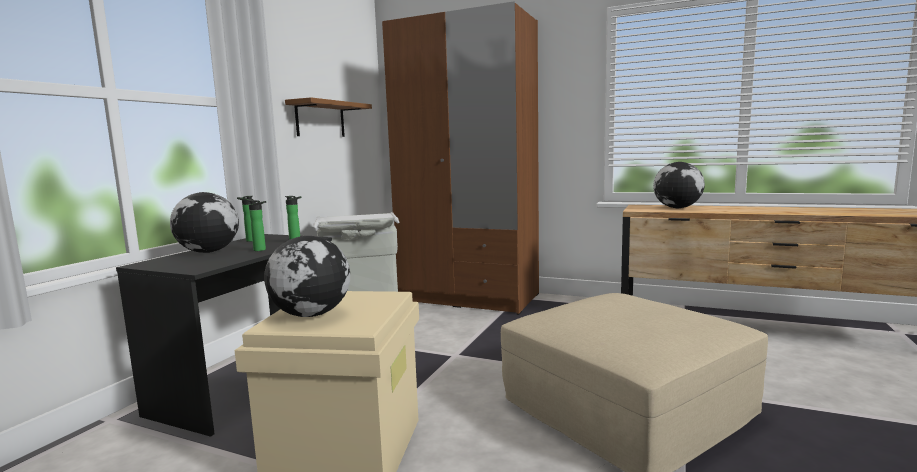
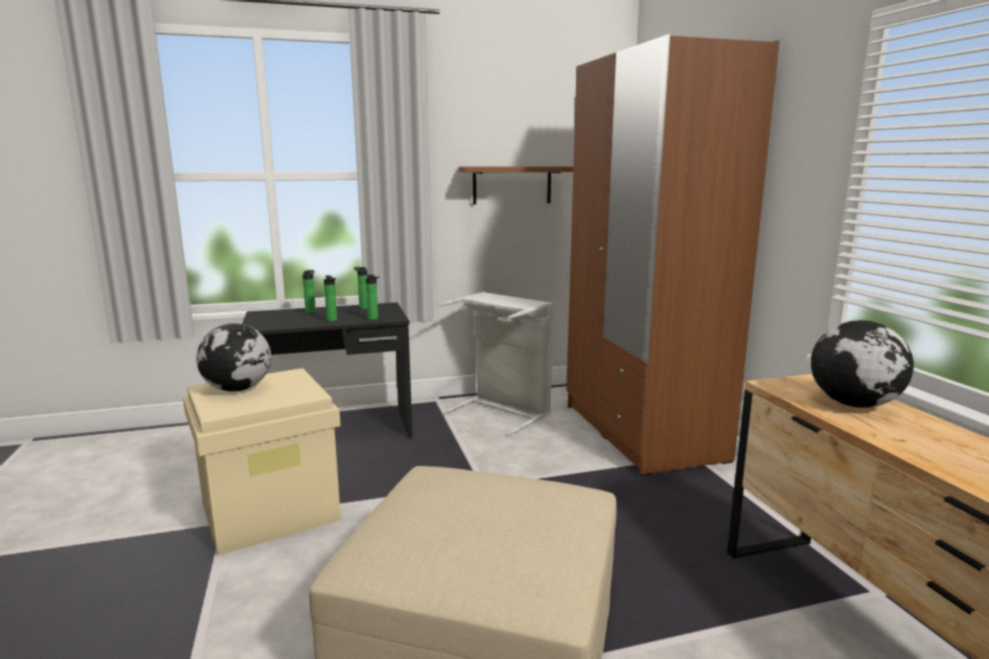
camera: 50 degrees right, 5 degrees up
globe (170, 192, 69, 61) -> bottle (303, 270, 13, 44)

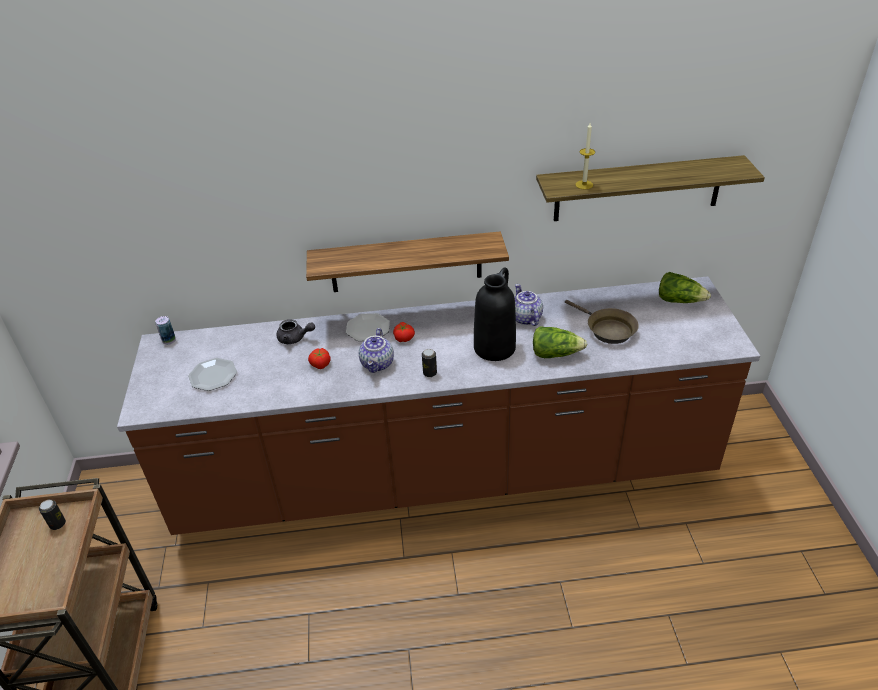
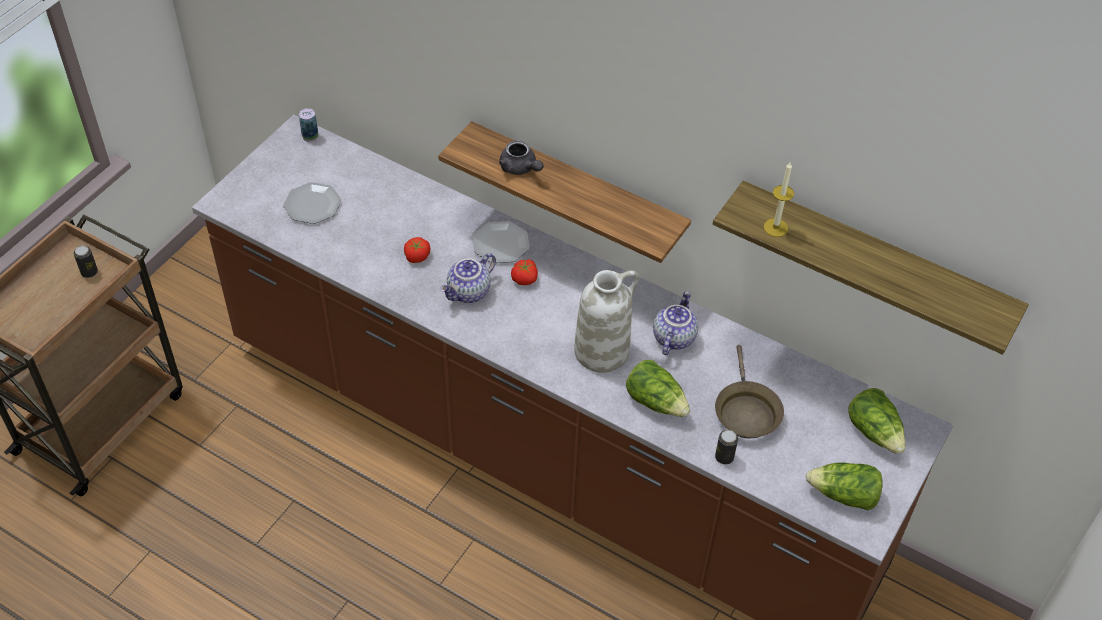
camera: 35 degrees right, 10 degrees up
none -> lettuce (806, 463, 77, 47)
grey teapot (276, 319, 39, 25) -> grey teapot (499, 140, 44, 35), move
can (422, 349, 15, 28) -> can (715, 430, 23, 34), move
black vase (474, 268, 42, 93) -> white vase (574, 270, 65, 103)

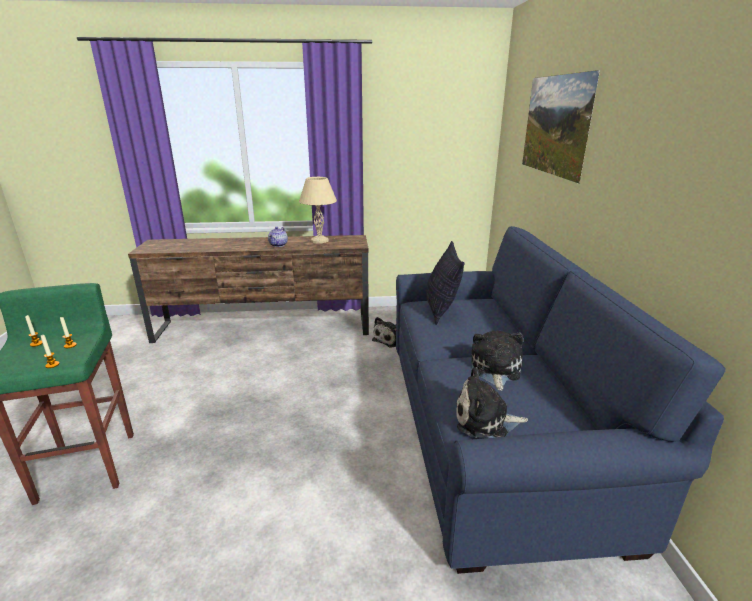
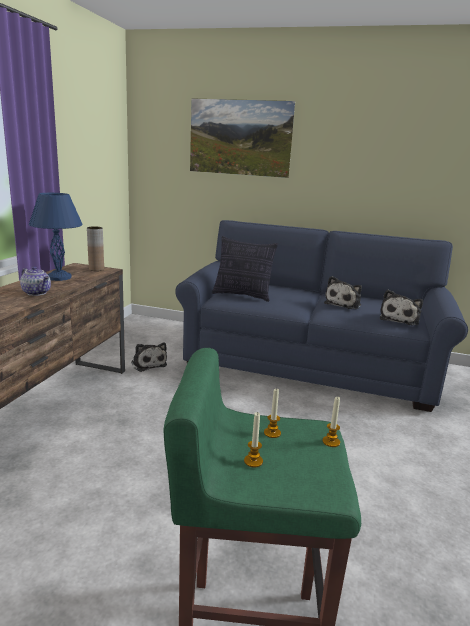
camera: 70 degrees left, 5 degrees down
none -> brown vase (87, 226, 17, 45)
beige table lamp (299, 177, 38, 67) -> blue table lamp (29, 193, 54, 88)
plush toy (471, 331, 52, 60) -> plush toy (324, 276, 38, 33), 90 degrees counterclockwise

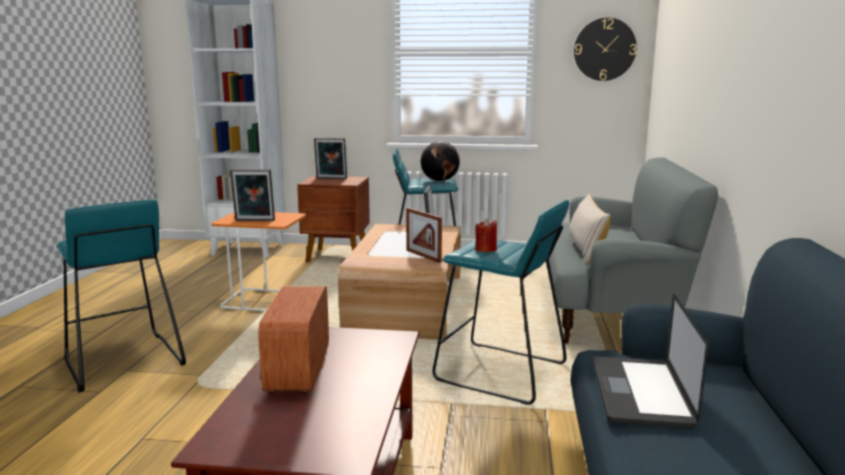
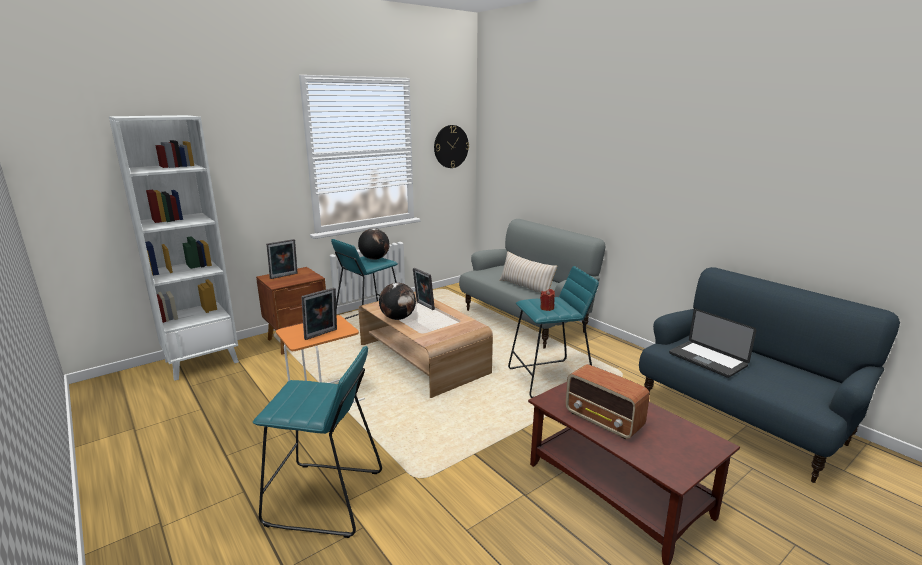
camera: 45 degrees left, 5 degrees up
picture frame (406, 208, 36, 55) -> none
none -> globe (379, 283, 37, 37)

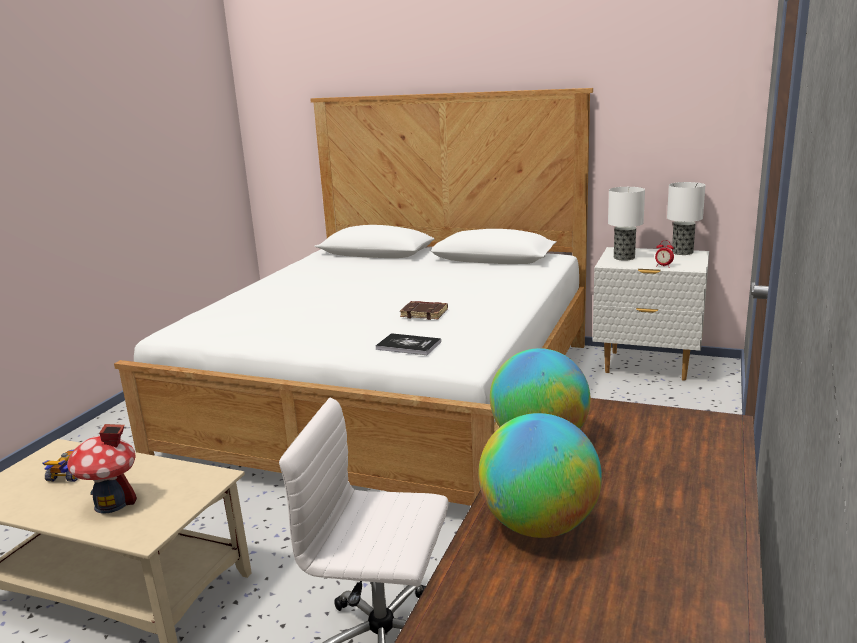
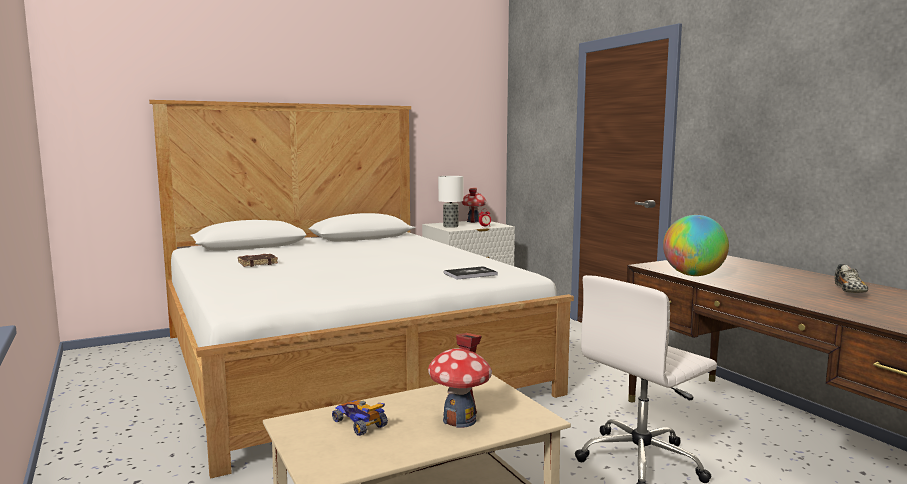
camera: 50 degrees left, 10 degrees down
globe (478, 413, 124, 125) -> none
none -> shoe (835, 264, 33, 29)
brown book (400, 301, 48, 19) -> brown book (238, 254, 40, 13), move
table lamp (667, 182, 38, 73) -> toy house (461, 188, 25, 35)

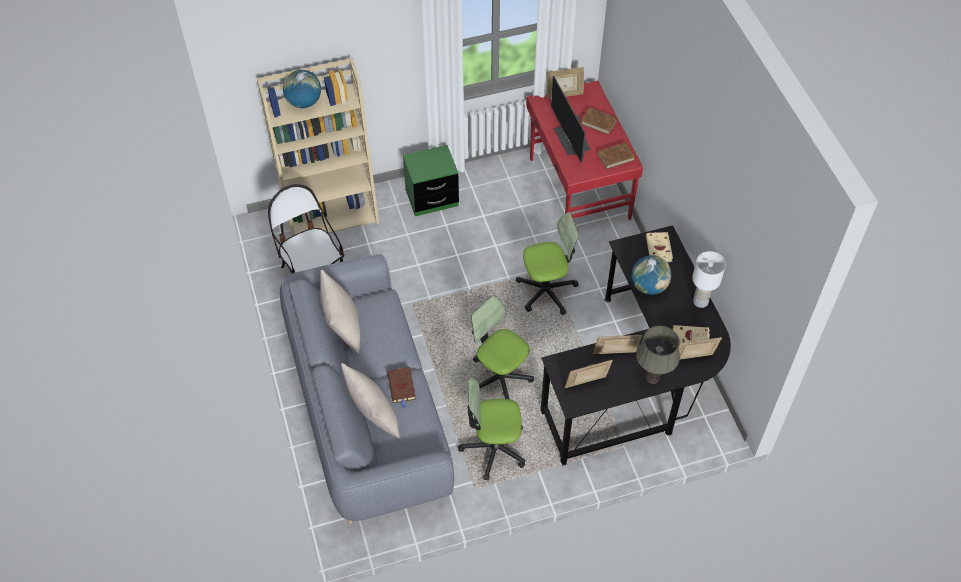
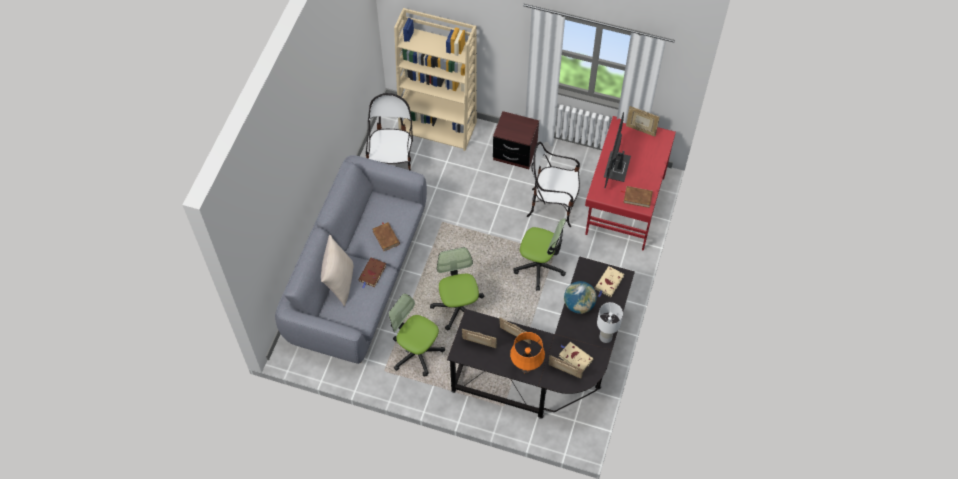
camera: 35 degrees right, 5 degrees up
globe (283, 70, 38, 38) -> none
beige pillow (320, 270, 40, 84) -> none
none -> chair (527, 142, 53, 85)
brown book (581, 107, 36, 28) -> brown book (373, 222, 27, 29), move
green nightstand (403, 145, 56, 71) -> brown nightstand (493, 111, 46, 58)
grey table lamp (636, 326, 44, 58) -> orange table lamp (510, 332, 35, 42)

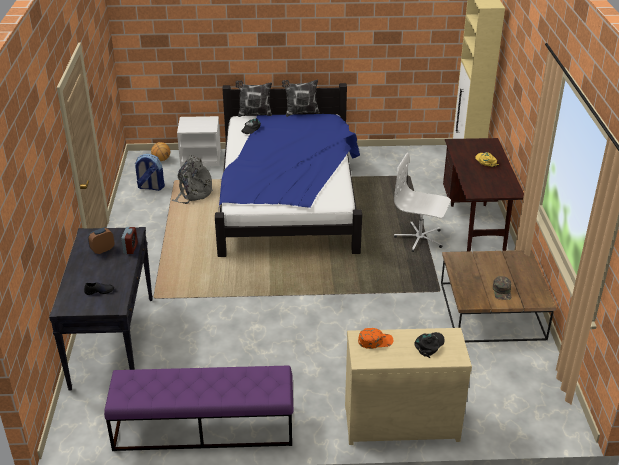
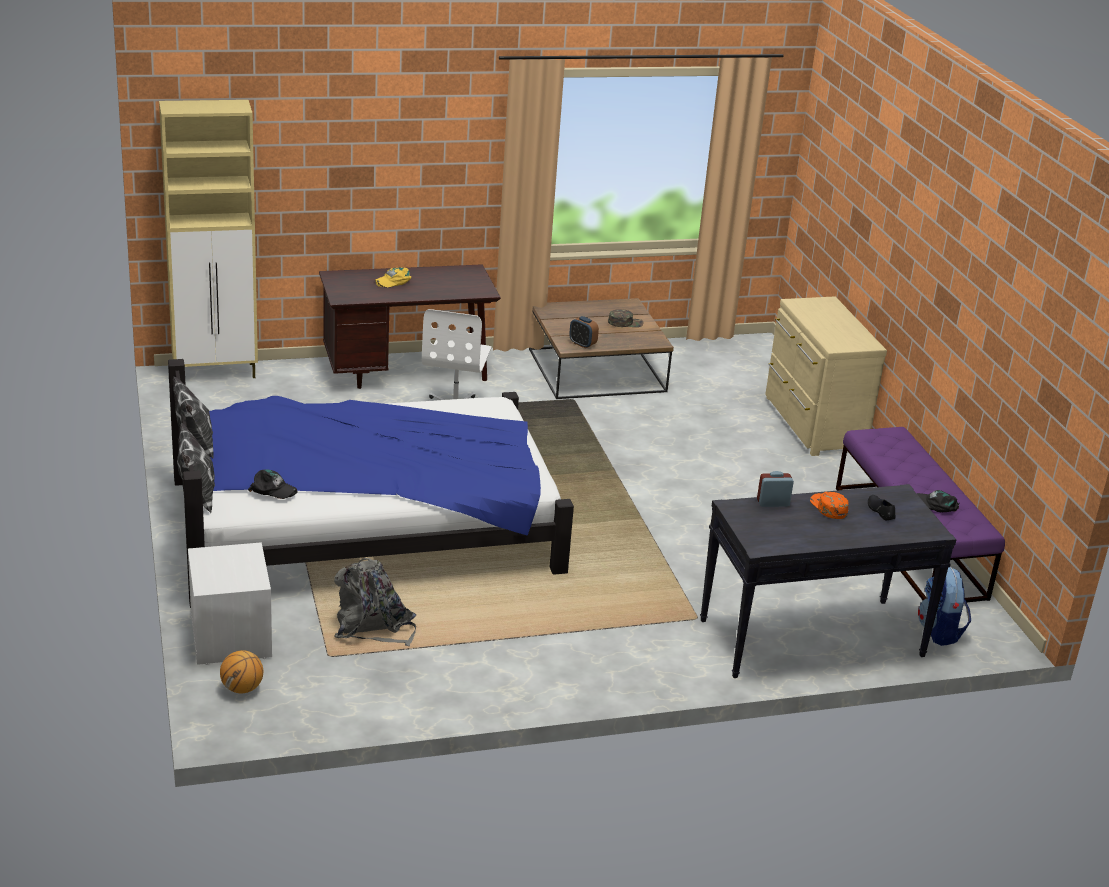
camera: 105 degrees left, 5 degrees down
alarm clock (88, 227, 27, 27) -> alarm clock (569, 316, 30, 33), move
backpack (134, 154, 31, 37) -> backpack (918, 567, 53, 79), move
orange cap (358, 328, 35, 21) -> orange cap (810, 492, 39, 27), move
black cap (414, 332, 31, 26) -> black cap (917, 490, 43, 22), move

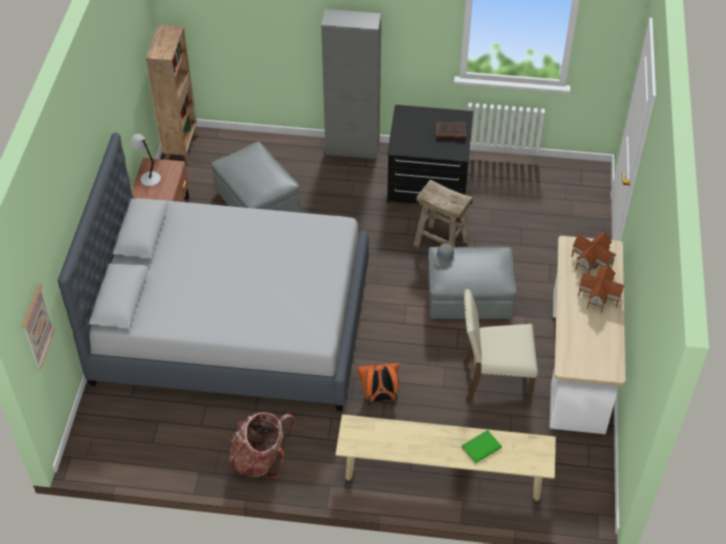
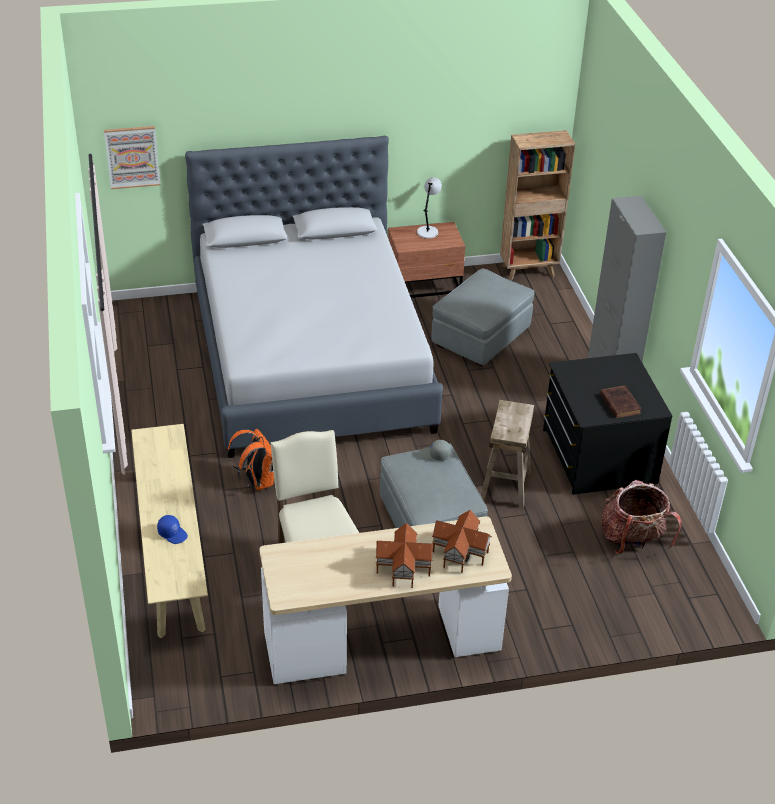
camera: 70 degrees right, 10 degrees down
backpack (229, 412, 65, 66) -> backpack (601, 480, 81, 74), move
green book (462, 430, 40, 33) -> blue cap (157, 515, 31, 29)

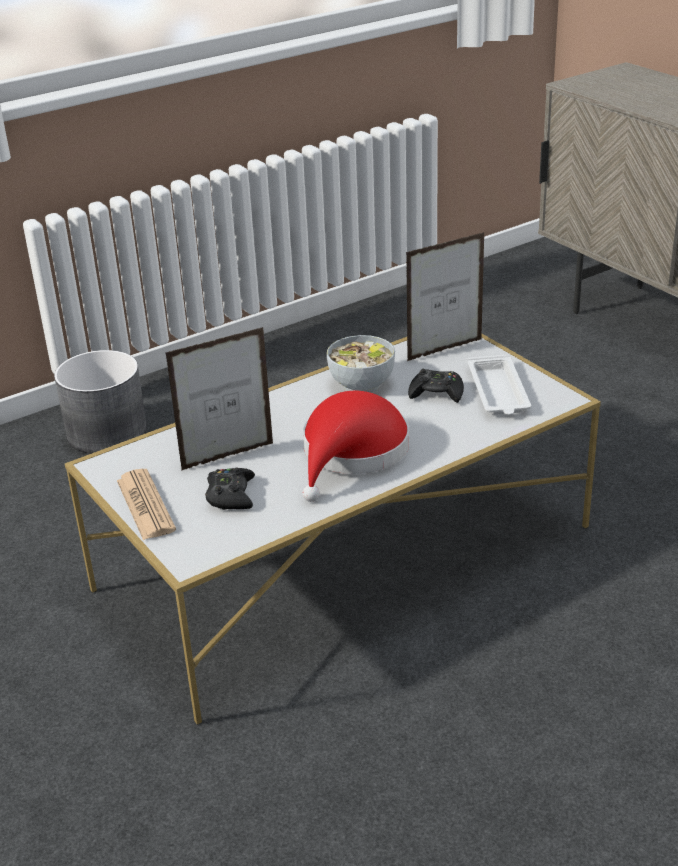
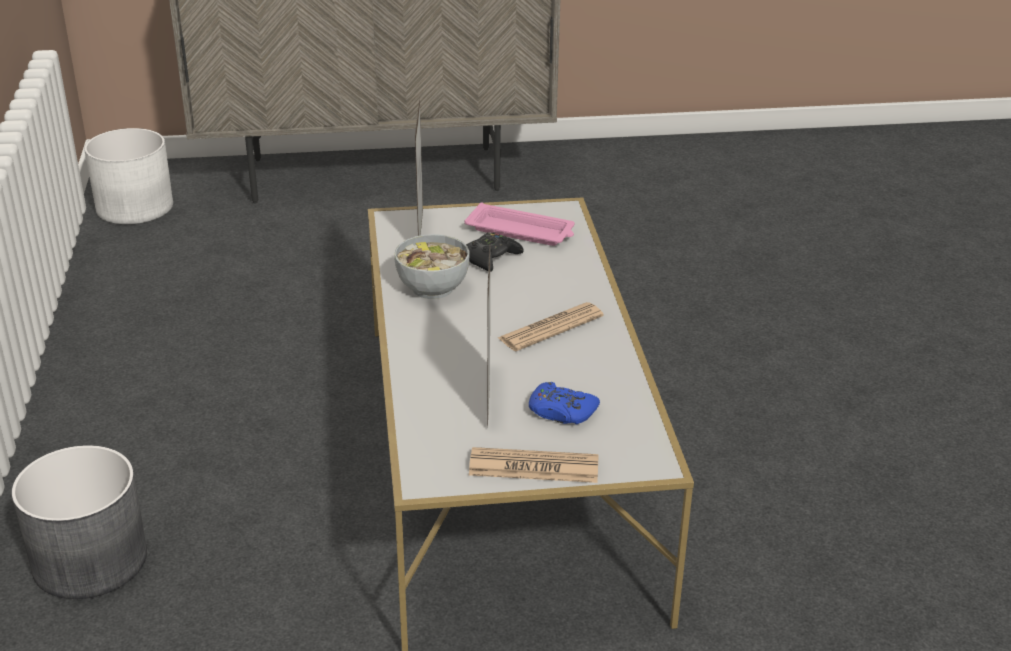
camera: 65 degrees left, 0 degrees up
none -> white planter (84, 128, 89, 96)
red hat (303, 391, 107, 111) -> newspaper (498, 302, 106, 49)
black game controller (205, 467, 50, 43) -> blue game controller (529, 382, 71, 42)
white tray (467, 355, 64, 60) -> pink tray (464, 202, 111, 44)

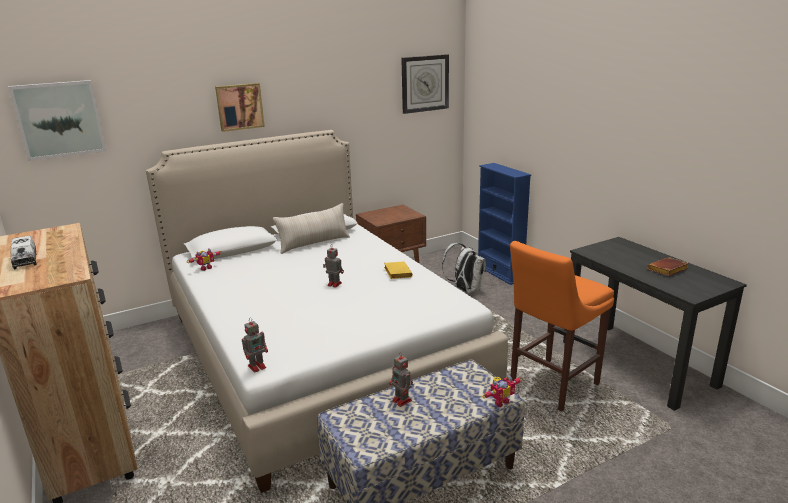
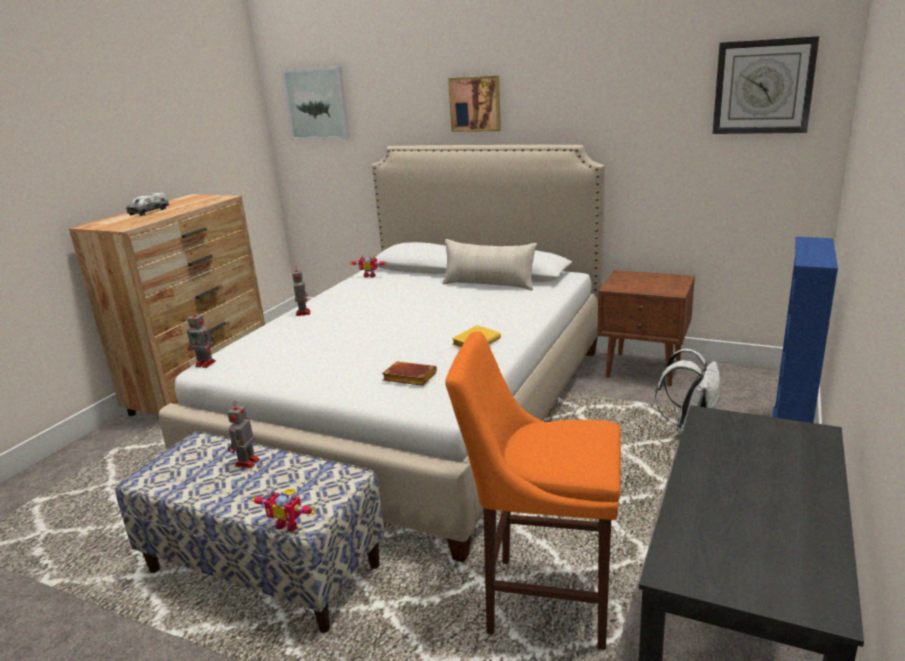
camera: 55 degrees right, 0 degrees up
toy robot (323, 244, 21, 44) -> toy robot (292, 269, 18, 47), move
brown book (647, 257, 42, 19) -> brown book (382, 362, 55, 24), move

